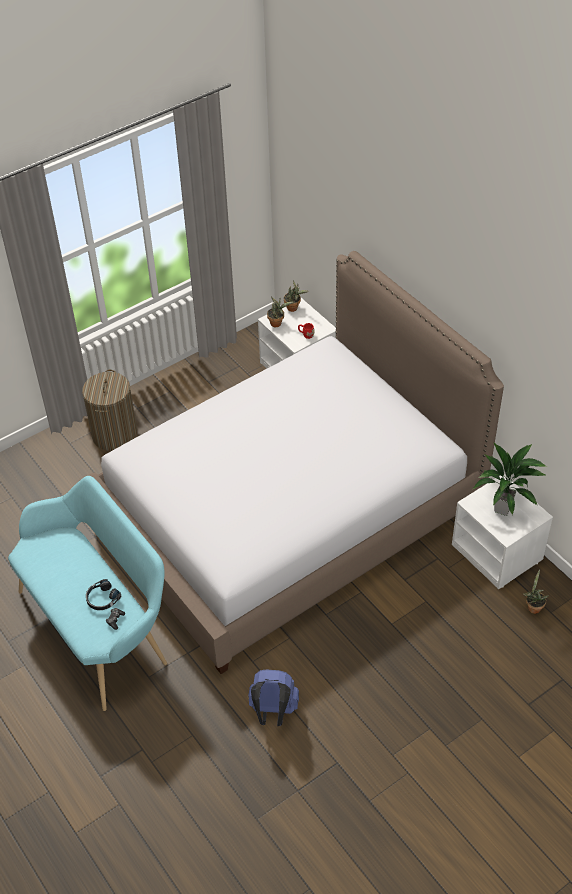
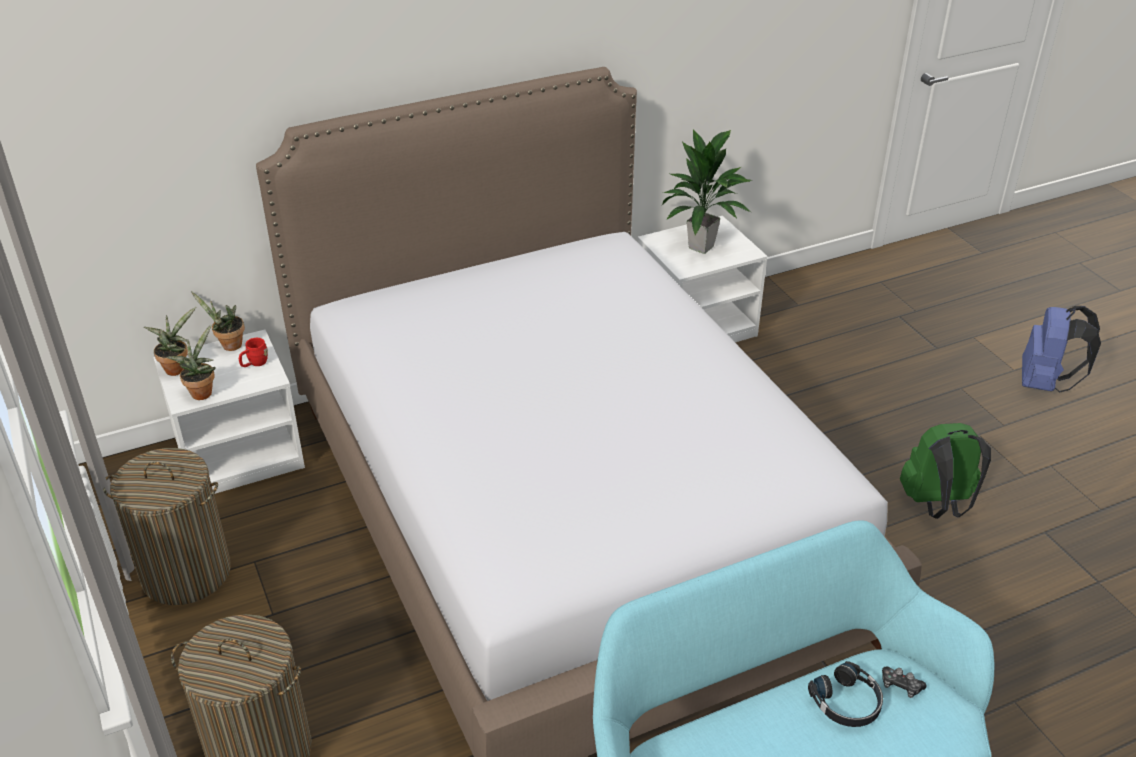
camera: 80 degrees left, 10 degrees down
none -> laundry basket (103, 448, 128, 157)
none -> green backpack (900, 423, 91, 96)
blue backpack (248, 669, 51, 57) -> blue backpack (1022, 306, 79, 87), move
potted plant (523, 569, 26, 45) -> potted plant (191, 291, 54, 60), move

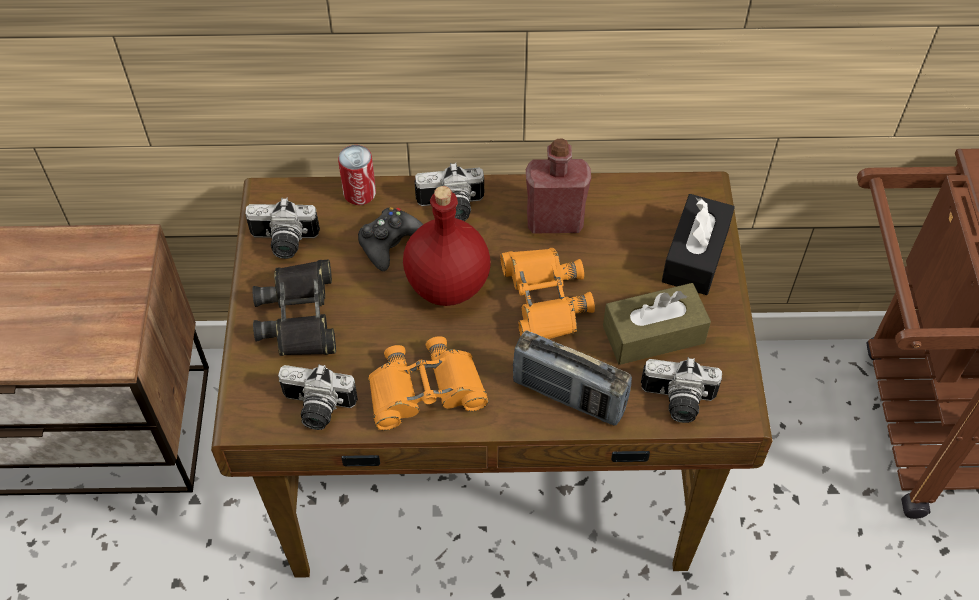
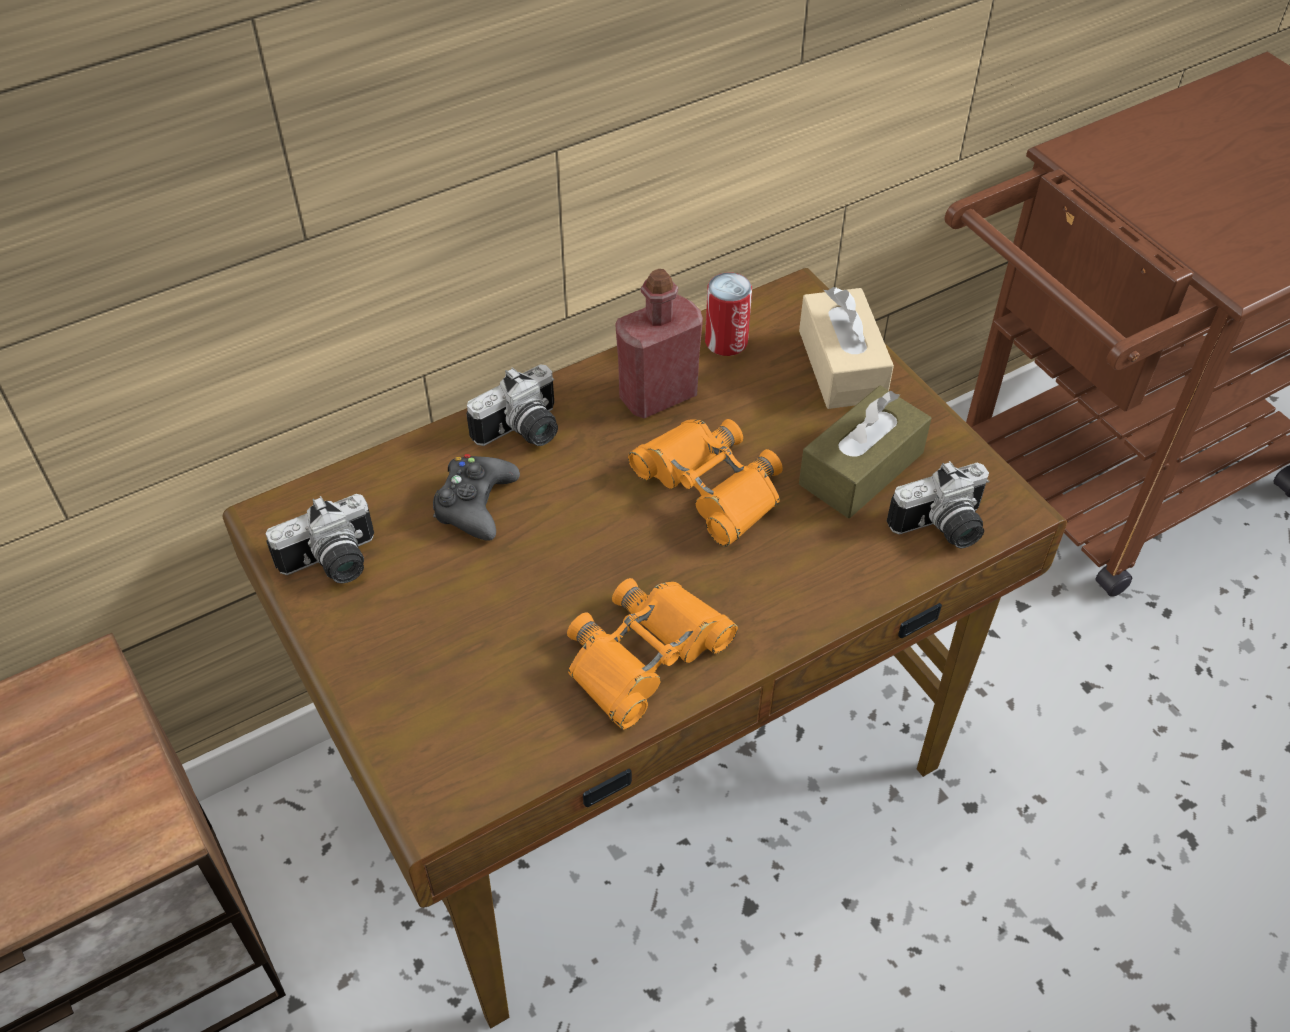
camera: 30 degrees left, 5 degrees down
black binoculars (252, 259, 84, 97) -> none
photo camera (278, 364, 80, 66) -> none
red bottle (403, 186, 88, 120) -> none
radio (513, 330, 119, 96) -> none
can (338, 145, 38, 60) -> can (705, 272, 47, 84), move
black tissue box (662, 194, 73, 101) -> beige tissue box (799, 287, 95, 122)

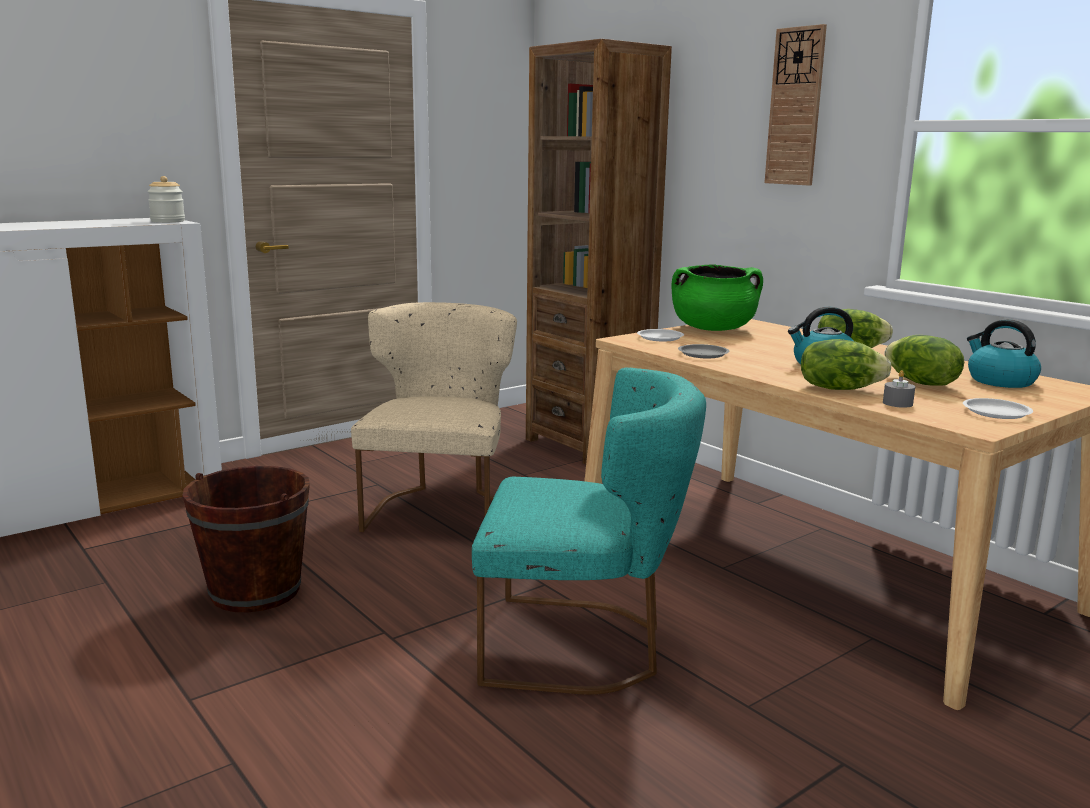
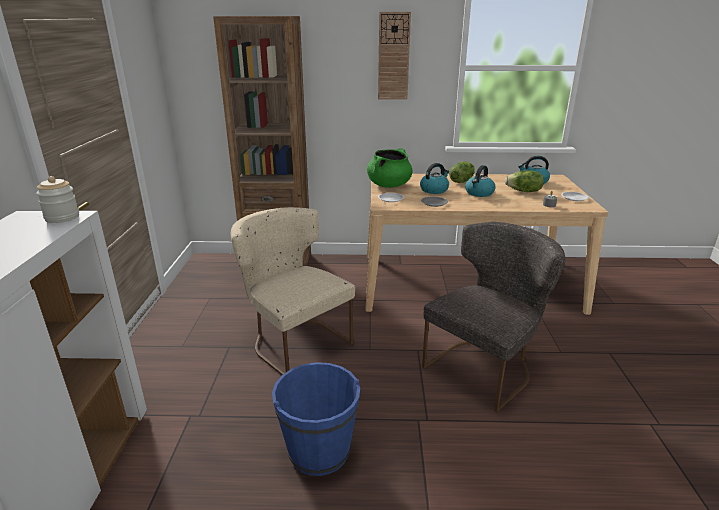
camera: 50 degrees left, 10 degrees up
lettuce (801, 339, 90, 51) -> none
none -> kettle (420, 163, 29, 31)
brown bucket (182, 466, 128, 146) -> blue bucket (272, 362, 88, 114)
turquoise chair (472, 367, 234, 328) -> grey chair (422, 222, 143, 190)

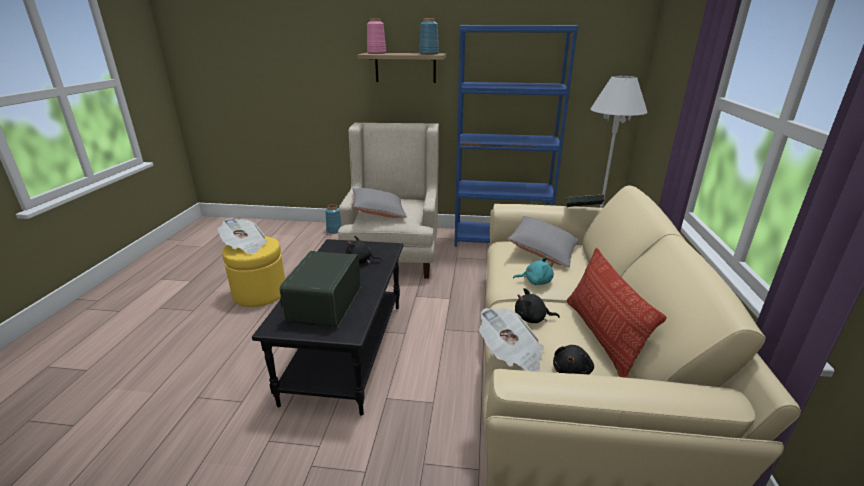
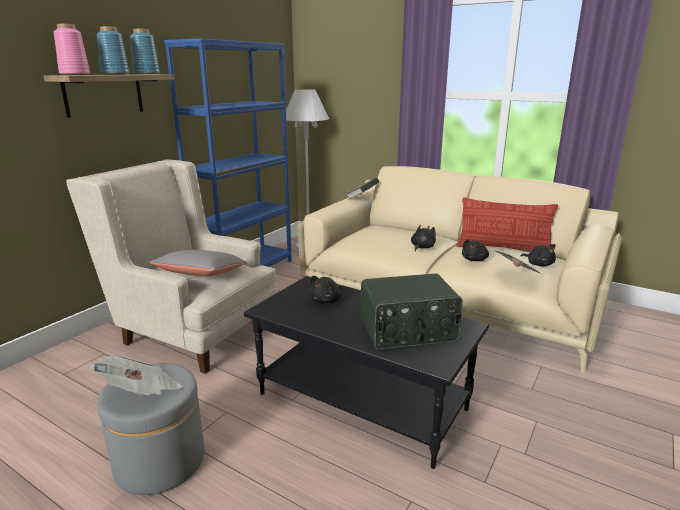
camera: 65 degrees left, 5 degrees down
grey pillow (508, 216, 71, 52) -> none
blue vase (325, 204, 16, 30) -> blue vase (97, 26, 32, 49), move
yellow ottoman (222, 236, 63, 71) -> grey ottoman (97, 363, 107, 132)
turquoise plush toy (513, 257, 41, 28) -> black plush toy (411, 225, 25, 26)
radio (280, 251, 81, 77) -> radio (361, 274, 102, 75), 45 degrees counterclockwise

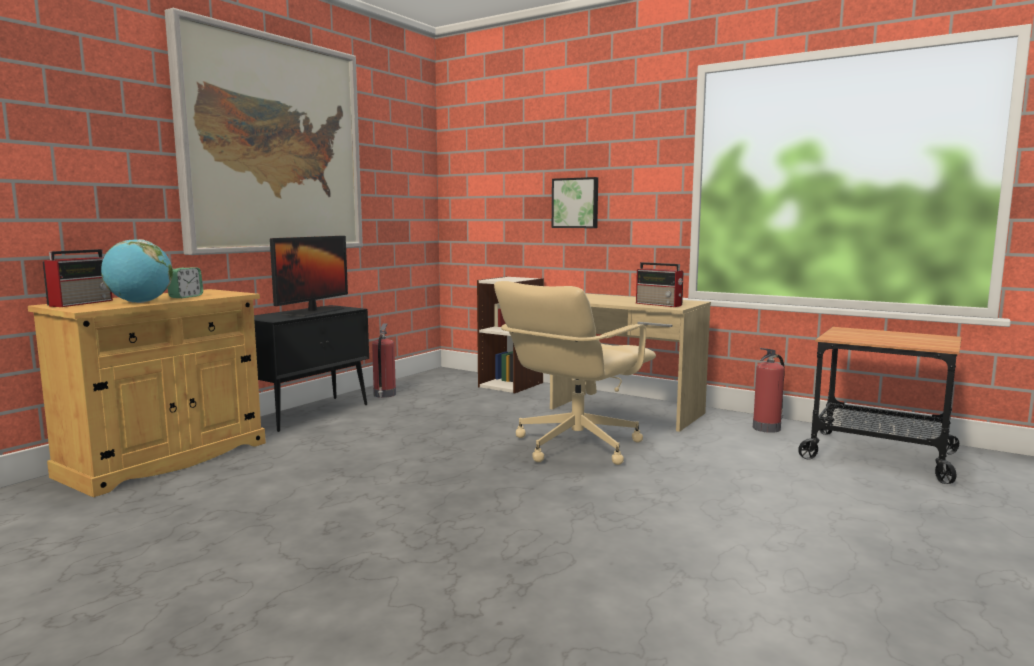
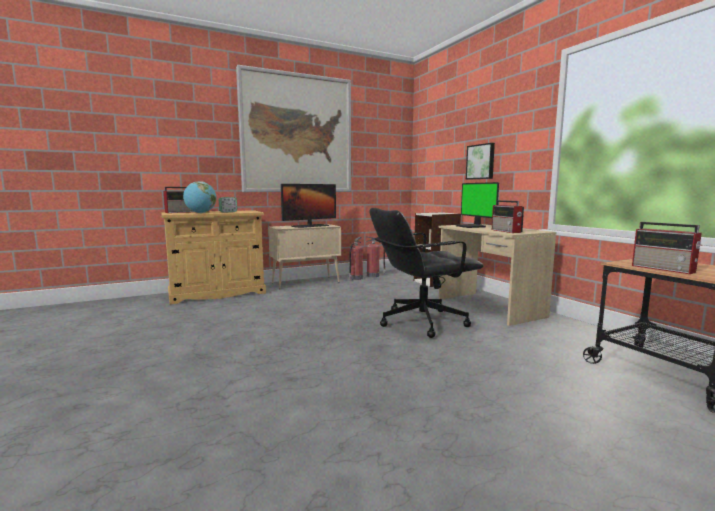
camera: 30 degrees right, 0 degrees up
none -> monitor (456, 182, 43, 46)
none -> radio (632, 222, 71, 52)
fire extinguisher (753, 348, 32, 85) -> fire extinguisher (366, 236, 20, 41), move
black cabinet (254, 305, 115, 127) -> beige cabinet (268, 224, 73, 65)
beige office chair (494, 281, 162, 184) -> black office chair (370, 208, 114, 130)

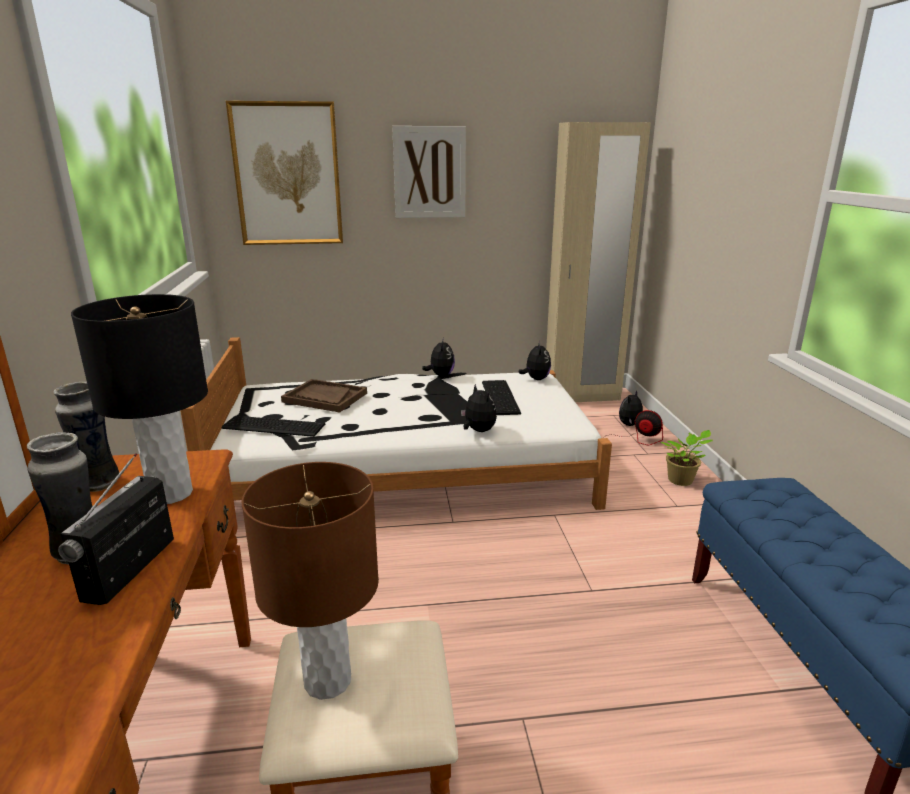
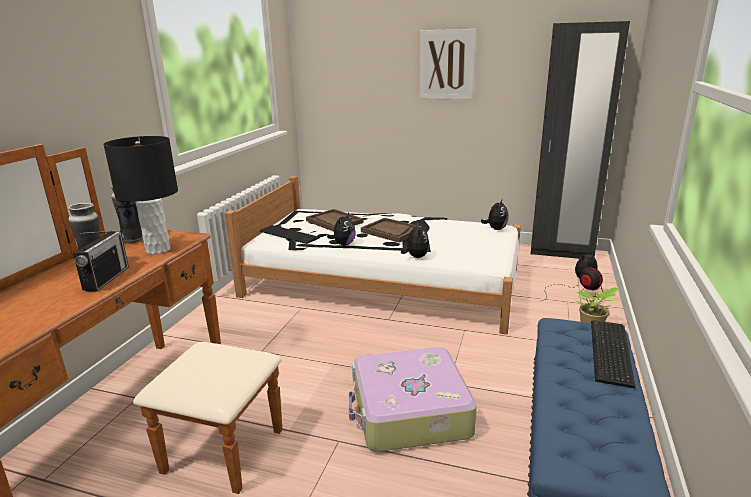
camera: 25 degrees right, 0 degrees up
picture (226, 101, 117, 144) -> none
brown table lamp (241, 462, 138, 238) -> none
none -> suitcase (349, 347, 128, 105)
none -> brown tray (361, 218, 62, 25)
plush toy (422, 337, 33, 40) -> plush toy (327, 213, 29, 33), move
keyboard (482, 380, 39, 35) -> keyboard (591, 320, 45, 68), move
beige wardrobe (546, 122, 105, 280) -> black wardrobe (531, 21, 99, 238)
radio (58, 453, 116, 152) -> radio (73, 230, 56, 62), 150 degrees clockwise

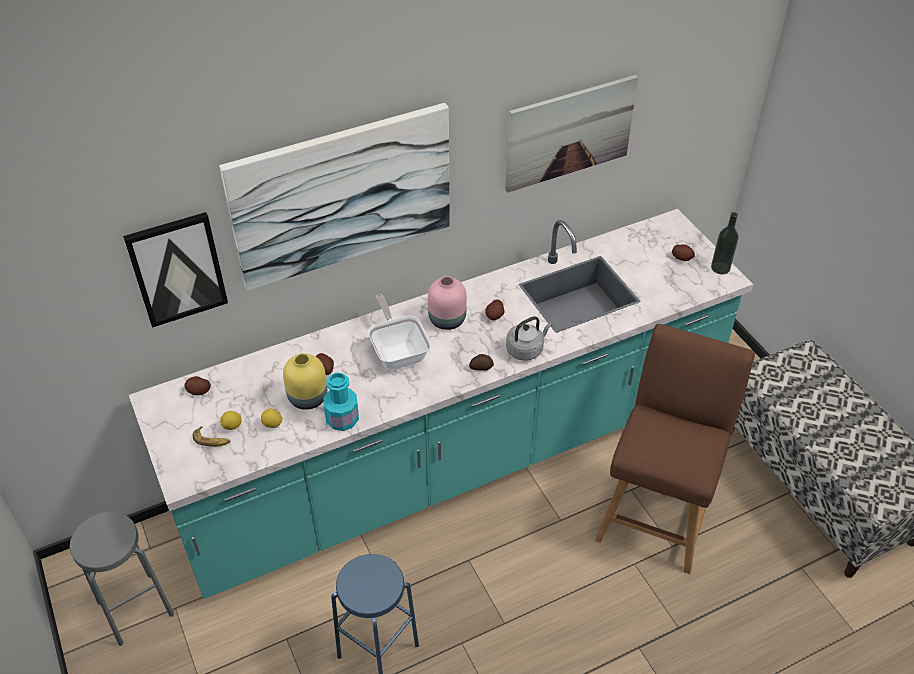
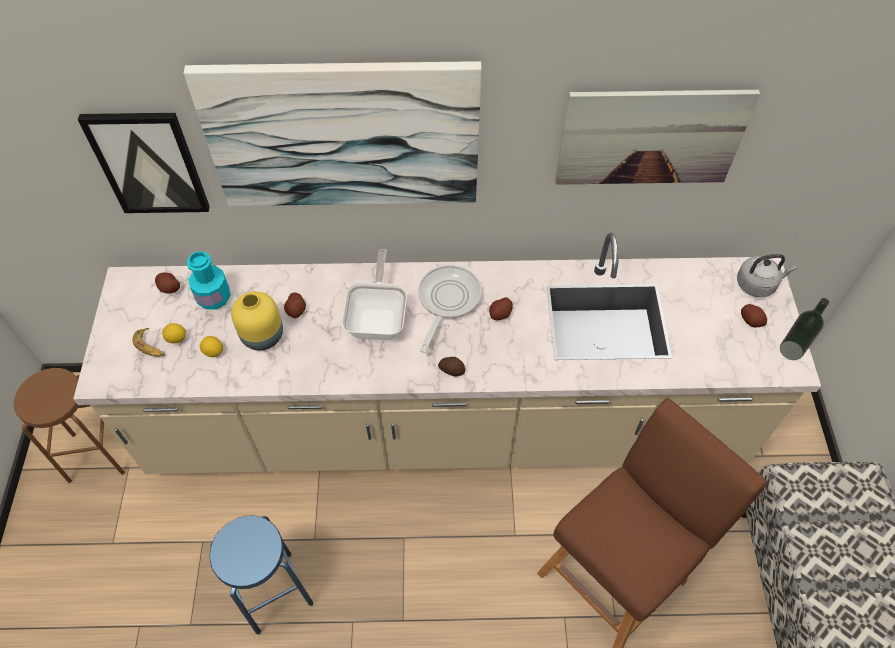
camera: 25 degrees right, 10 degrees up
turquoise bottle (323, 372, 36, 59) -> turquoise bottle (187, 251, 44, 59), move
grey kettle (506, 316, 46, 45) -> grey kettle (737, 254, 60, 43), move
pink vase (428, 276, 39, 54) -> frying pan (418, 265, 64, 88)
grey stool (69, 512, 105, 134) -> brown stool (14, 368, 111, 115)
turquoise counter (129, 209, 624, 390) -> beige counter (73, 233, 748, 241)

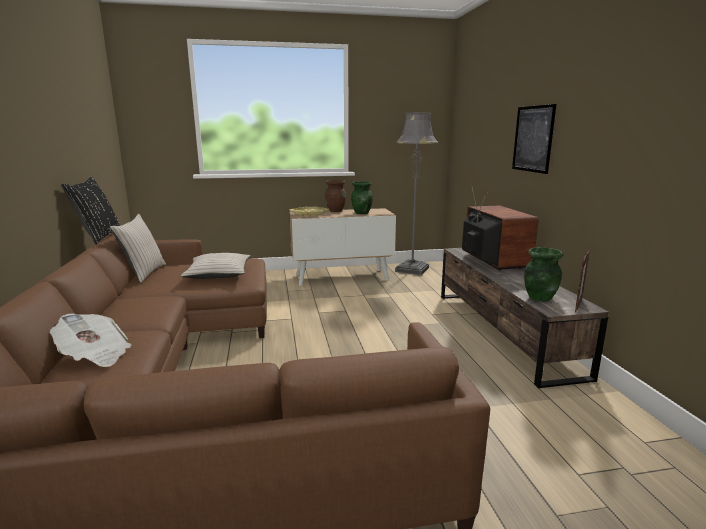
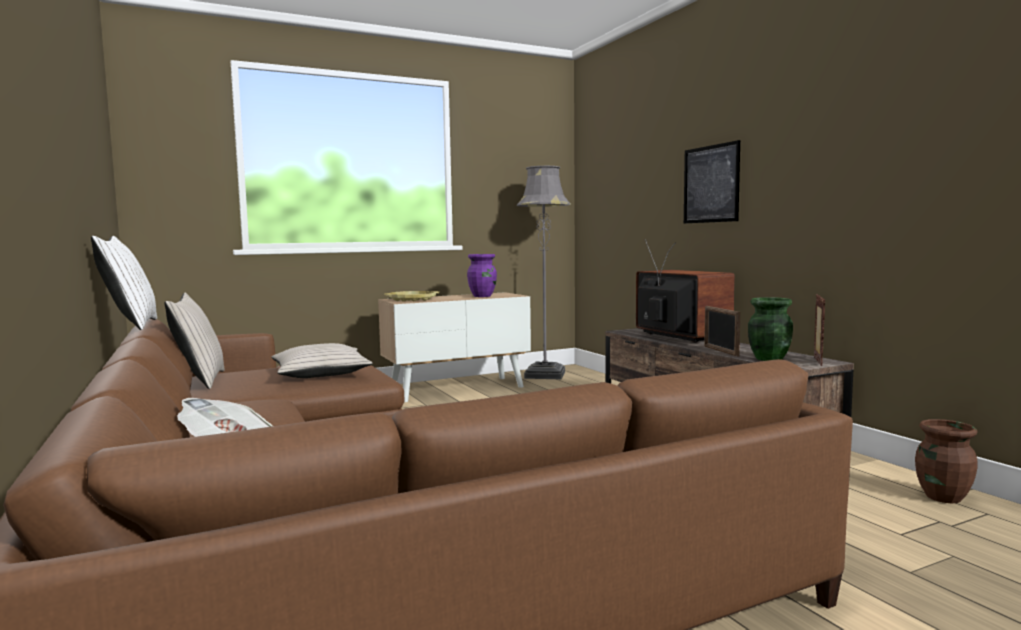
camera: 15 degrees left, 10 degrees down
none -> picture frame (704, 306, 37, 51)
brown vase (325, 180, 21, 32) -> brown vase (915, 419, 63, 84), move
black pillow (61, 176, 59, 68) -> white pillow (91, 236, 66, 94)
green vase (351, 181, 22, 33) -> purple vase (467, 254, 30, 43)

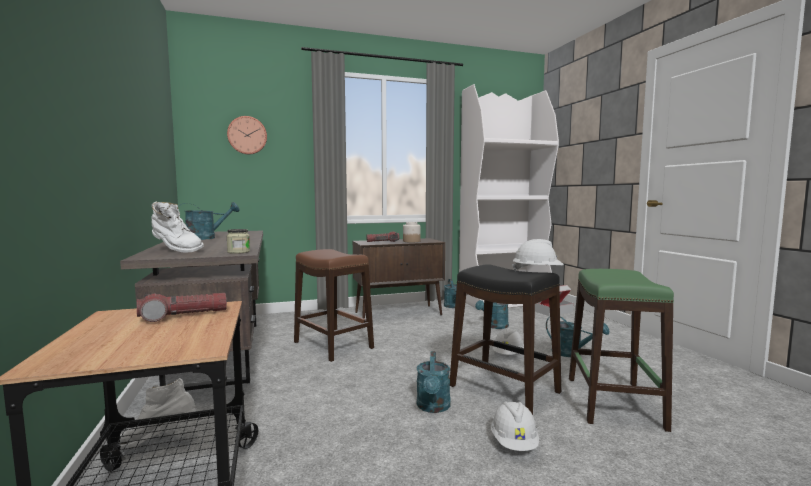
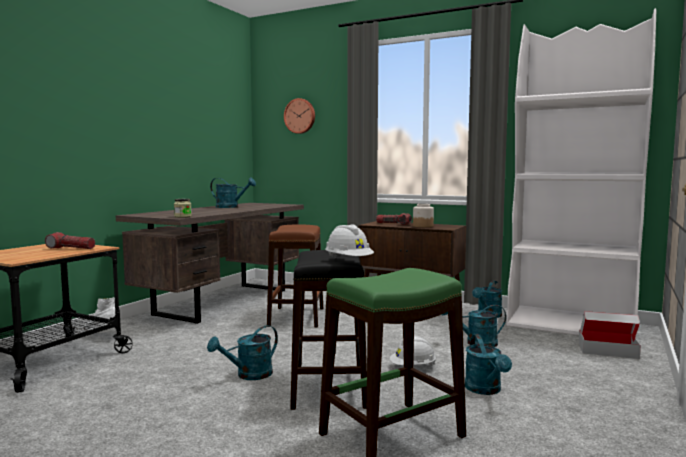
camera: 45 degrees right, 0 degrees up
white boot (152, 202, 52, 51) -> none
white hard hat (491, 401, 48, 50) -> none

